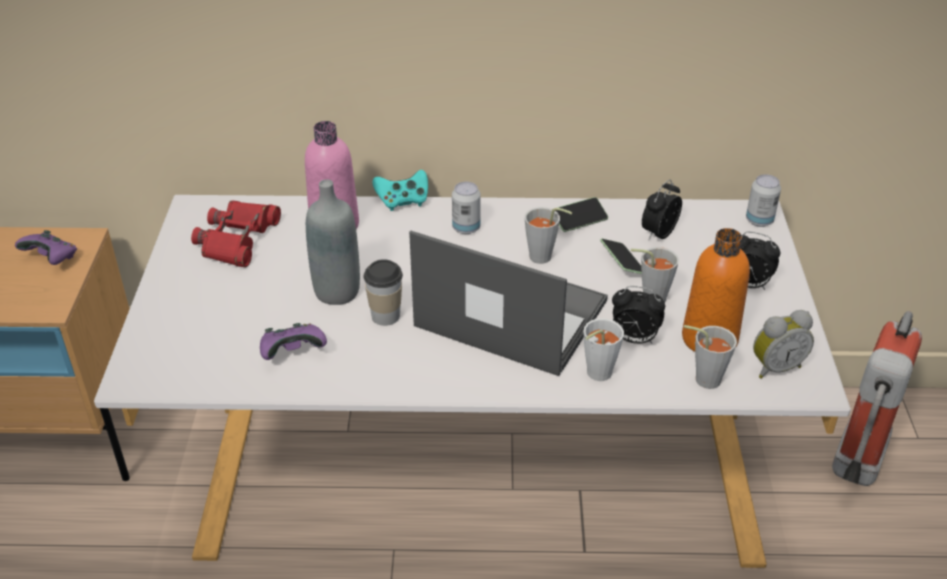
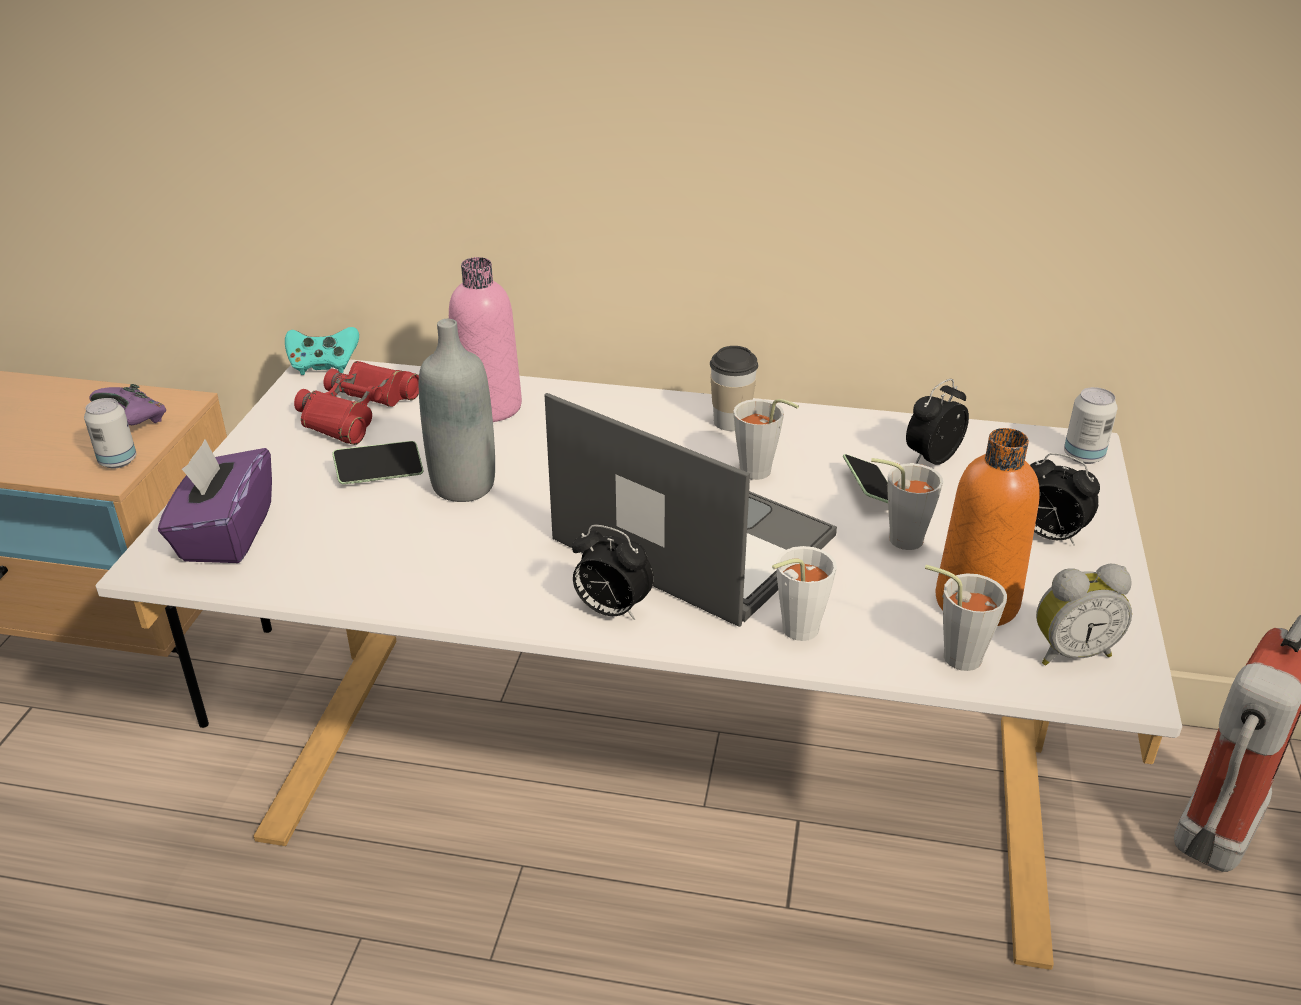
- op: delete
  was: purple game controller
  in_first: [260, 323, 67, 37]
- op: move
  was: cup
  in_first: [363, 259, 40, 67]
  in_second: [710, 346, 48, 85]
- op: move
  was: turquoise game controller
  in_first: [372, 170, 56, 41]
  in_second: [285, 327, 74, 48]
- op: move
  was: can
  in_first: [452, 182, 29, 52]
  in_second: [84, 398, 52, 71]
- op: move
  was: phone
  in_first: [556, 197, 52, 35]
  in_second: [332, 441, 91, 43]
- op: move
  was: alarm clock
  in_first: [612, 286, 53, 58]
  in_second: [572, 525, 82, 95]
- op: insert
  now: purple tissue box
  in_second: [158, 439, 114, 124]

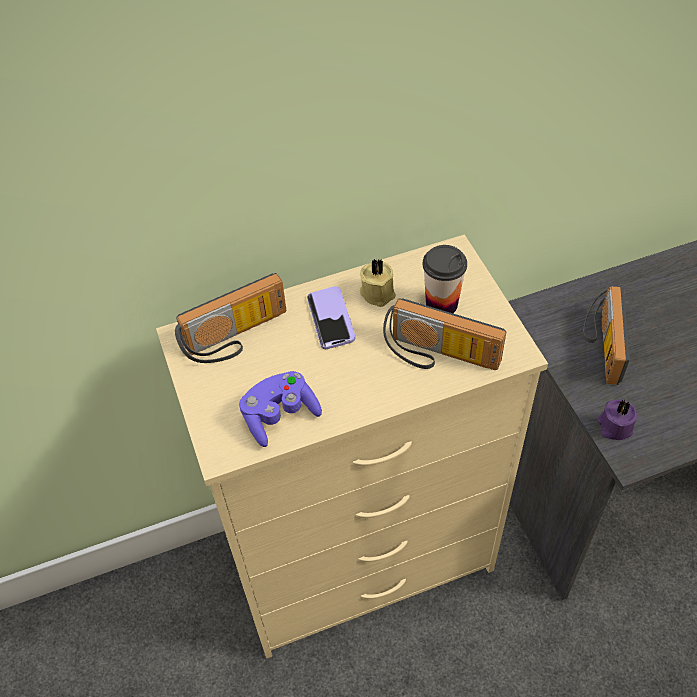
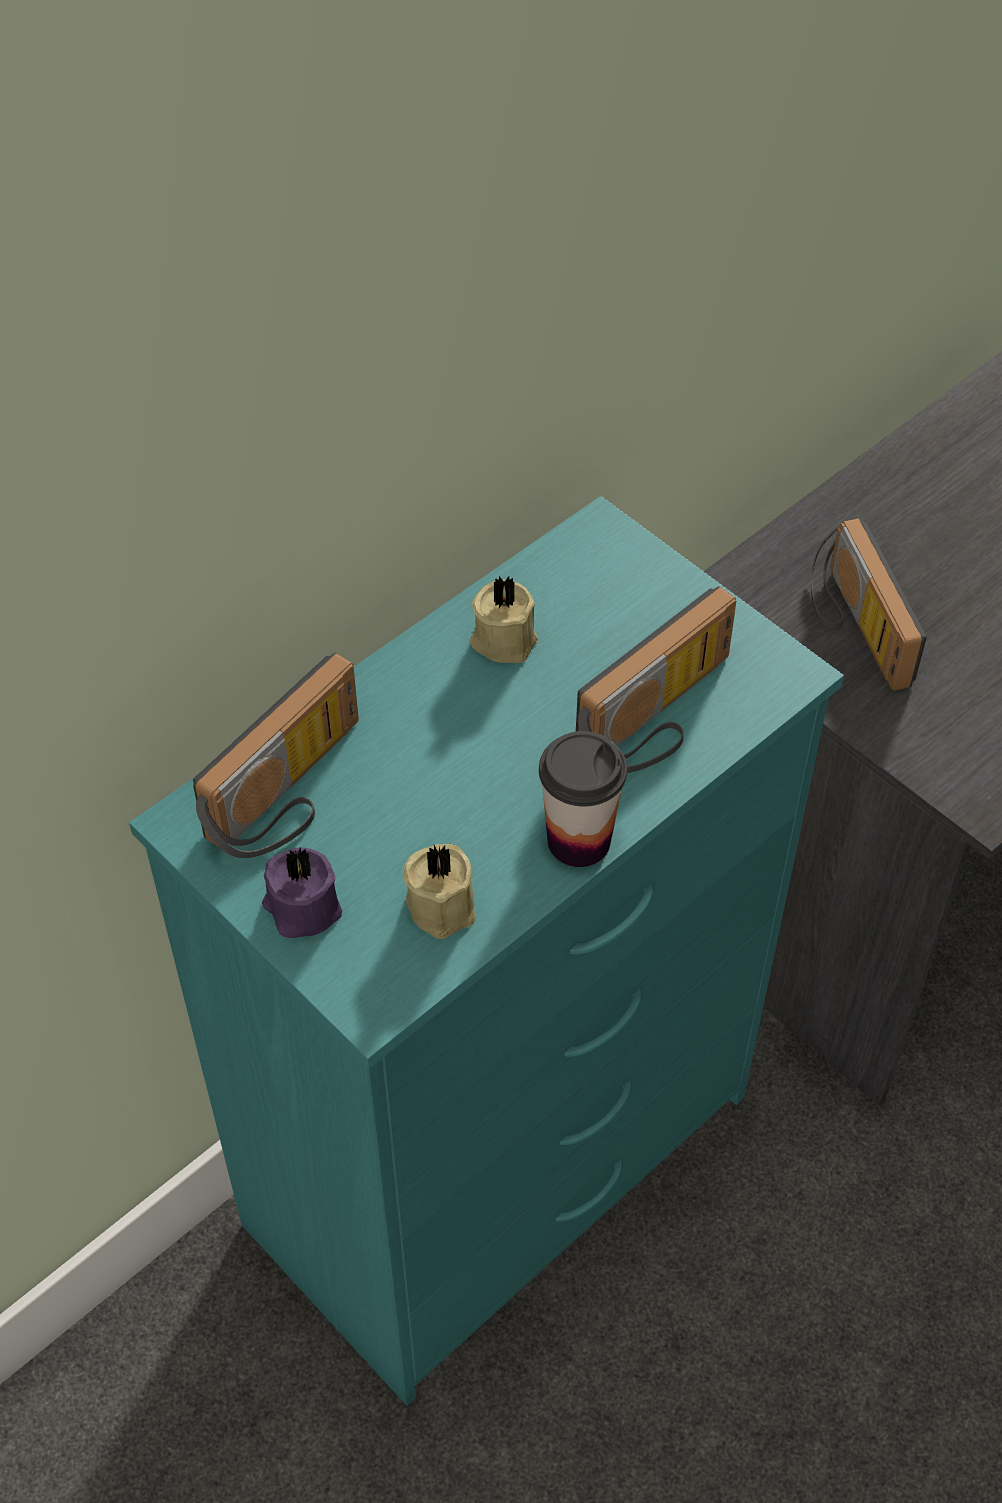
- op: recolor
  was: beige dresser
  now: turquoise dresser
  in_first: [156, 234, 392, 425]
  in_second: [129, 496, 715, 910]
- op: replace
  was: purple game controller
  now: beige candle
  in_first: [239, 371, 83, 76]
  in_second: [403, 844, 73, 95]
- op: delete
  was: phone
  in_first: [307, 286, 49, 63]
- op: rotate
  was: radio
  in_first: [383, 298, 123, 72]
  in_second: [576, 586, 160, 187]
  clockwise: -45
- op: move
  was: cup
  in_first: [423, 245, 44, 68]
  in_second: [539, 731, 88, 136]
- op: move
  was: purple candle
  in_first: [597, 399, 41, 41]
  in_second: [262, 846, 80, 92]

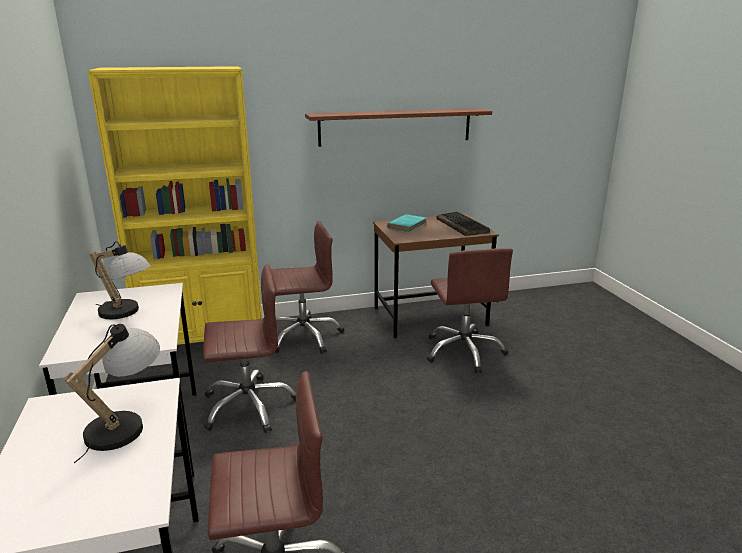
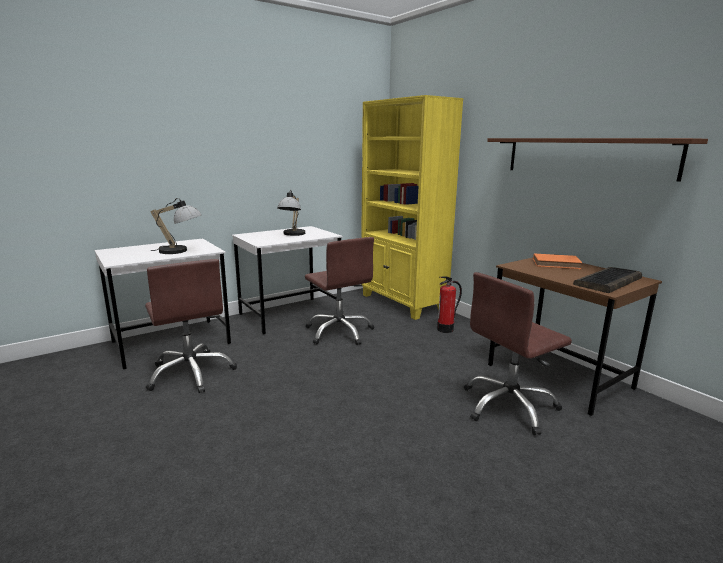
- op: replace
  was: brown office chair
  now: fire extinguisher
  in_first: [270, 221, 74, 133]
  in_second: [437, 276, 25, 57]
- op: recolor
  was: turquoise book
  now: orange book
  in_first: [387, 214, 40, 19]
  in_second: [533, 253, 49, 16]

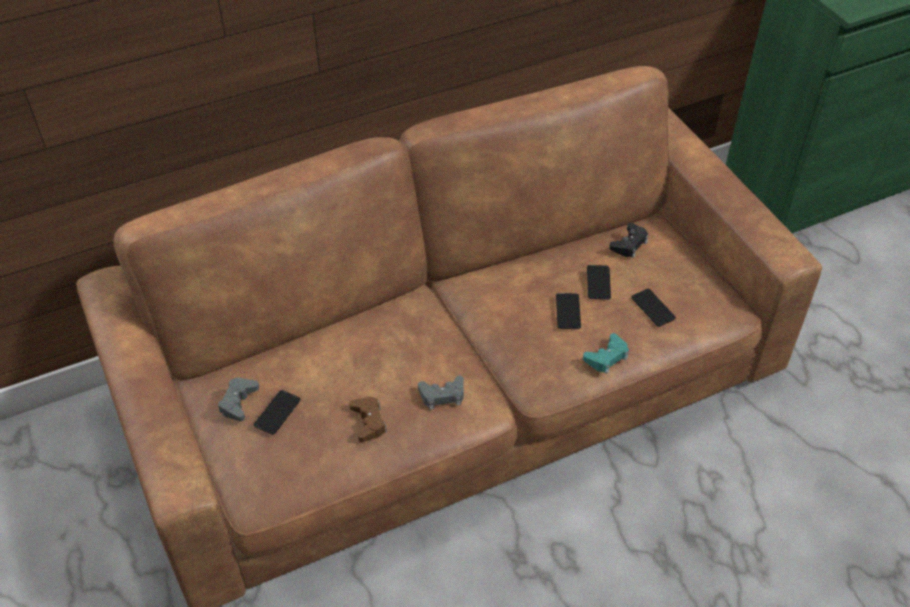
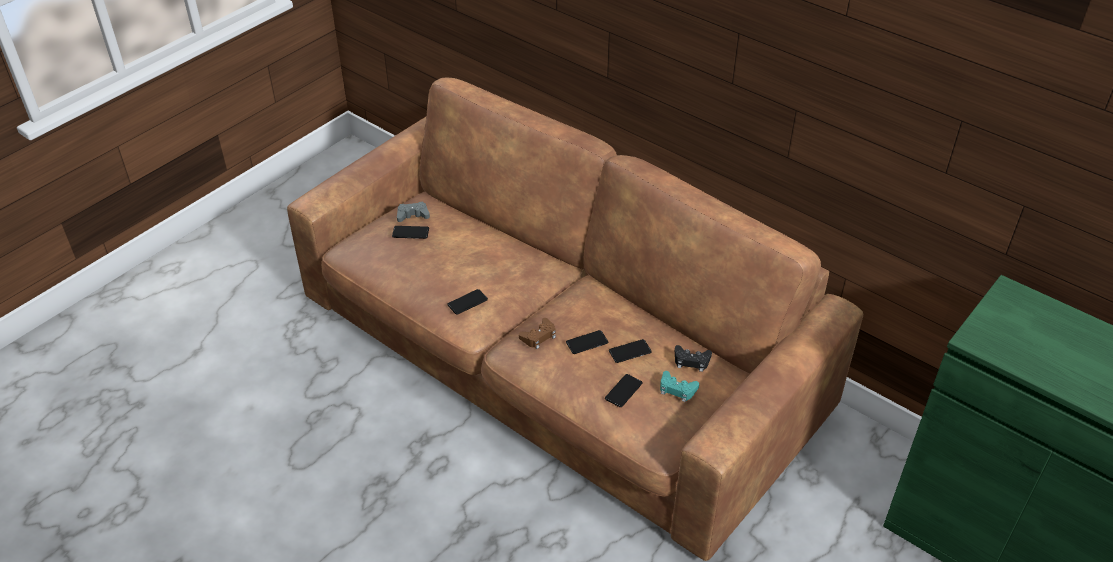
- op: move
  was: brown game controller
  in_first: [349, 397, 38, 45]
  in_second: [519, 318, 37, 31]
- op: replace
  was: grey game controller
  now: phone
  in_first: [418, 376, 46, 34]
  in_second: [447, 289, 41, 26]
- op: move
  was: turquoise game controller
  in_first: [583, 333, 46, 41]
  in_second: [660, 371, 39, 31]

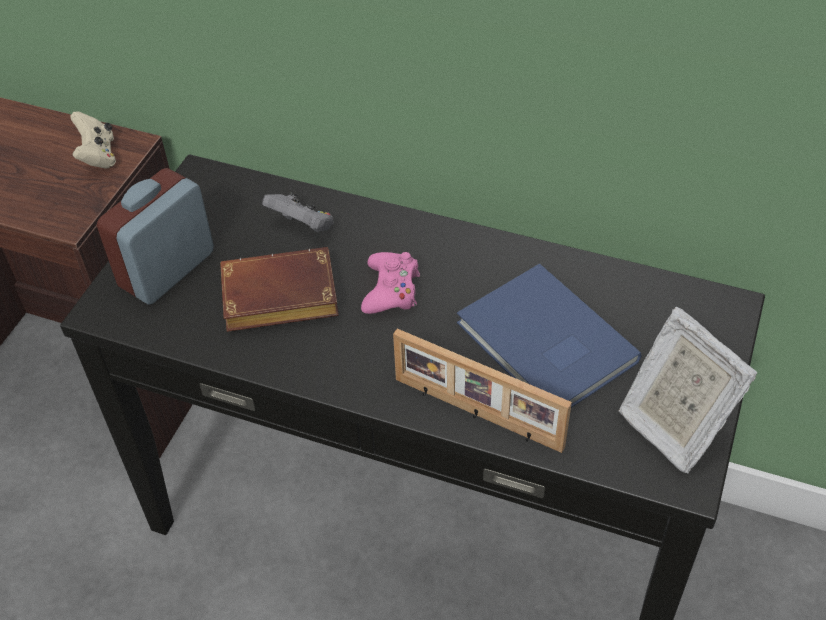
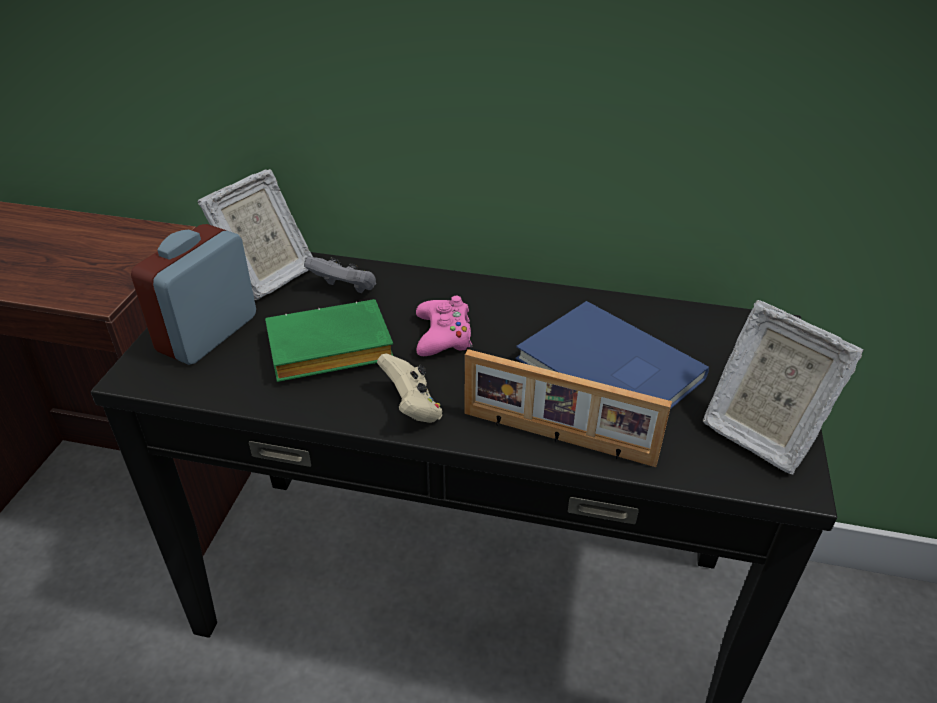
- op: move
  was: beige game controller
  in_first: [70, 111, 46, 58]
  in_second: [377, 353, 65, 70]
- op: recolor
  was: brown book
  now: green book
  in_first: [220, 247, 119, 85]
  in_second: [265, 299, 128, 83]
- op: insert
  now: picture frame
  in_second: [198, 169, 115, 131]

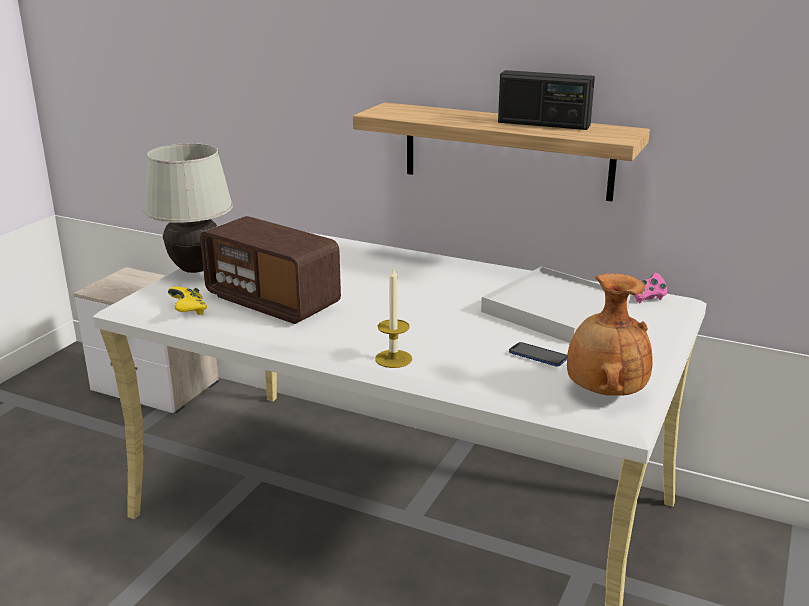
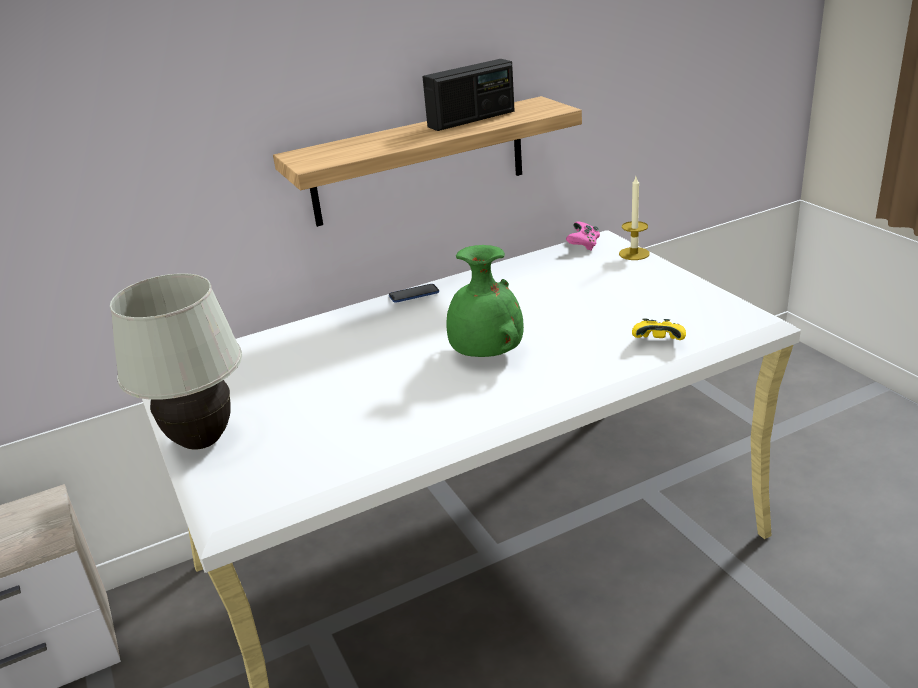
- op: move
  was: yellow game controller
  in_first: [168, 287, 39, 28]
  in_second: [632, 318, 54, 22]
- op: delete
  was: radio
  in_first: [200, 216, 141, 108]
- op: move
  was: candle
  in_first: [375, 268, 37, 100]
  in_second: [619, 177, 31, 83]
- op: delete
  was: white tray
  in_first: [481, 266, 149, 77]
- op: move
  was: phone
  in_first: [509, 342, 58, 24]
  in_second: [389, 284, 50, 19]
- op: delete
  was: brown vase
  in_first: [567, 273, 86, 123]
- op: insert
  now: green vase
  in_second: [446, 245, 78, 112]

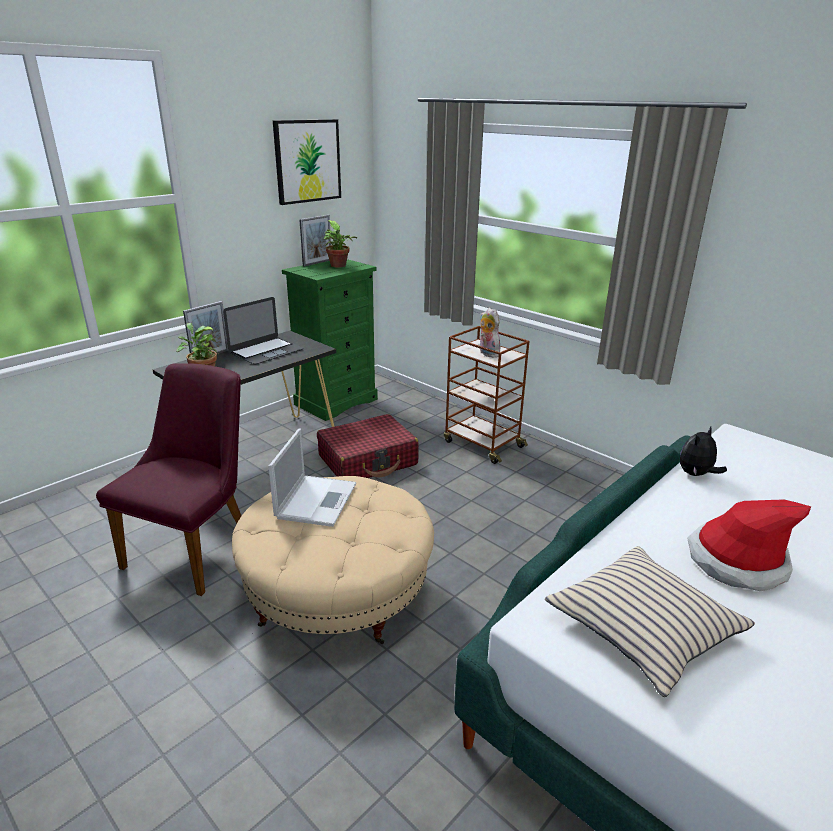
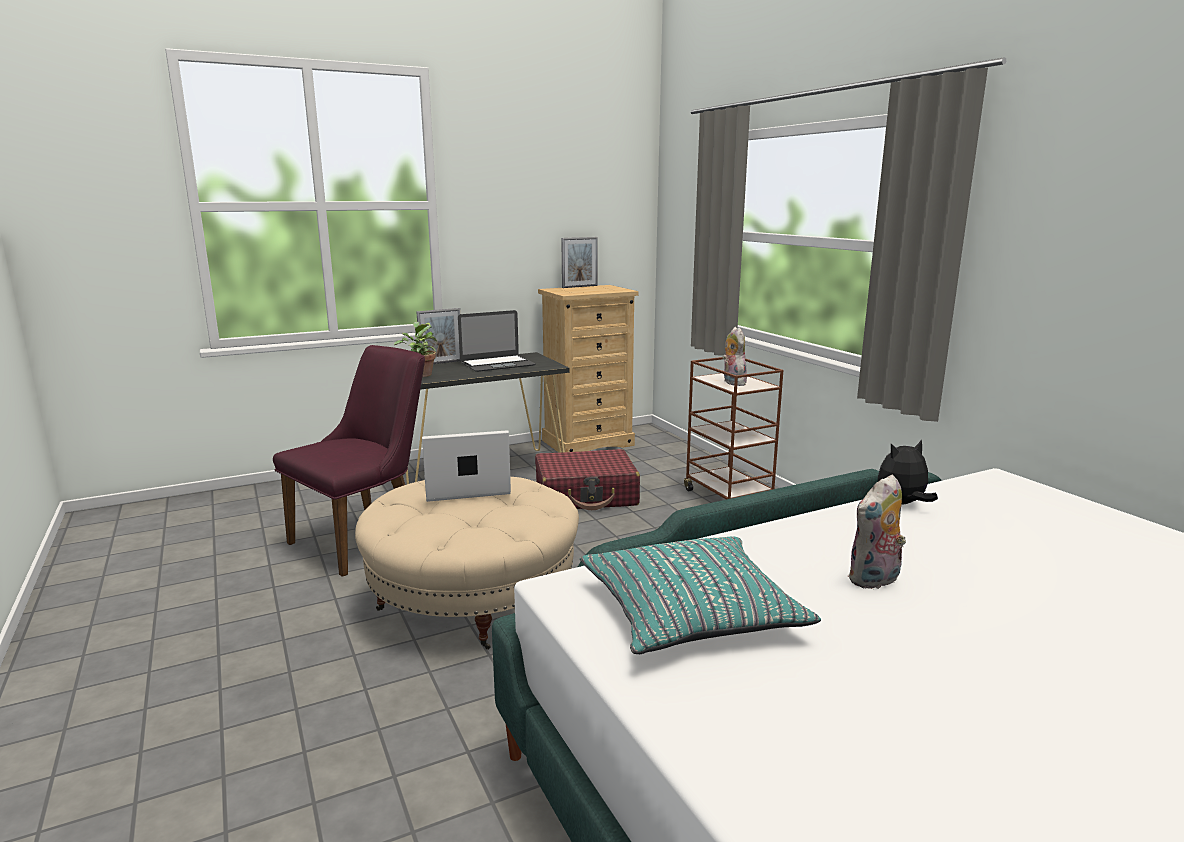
- op: rotate
  was: laptop
  in_first: [268, 428, 88, 99]
  in_second: [422, 430, 89, 72]
  clockwise: -135
- op: delete
  was: picture
  in_first: [273, 119, 68, 86]
- op: recolor
  was: green dresser
  now: beige dresser
  in_first: [282, 259, 96, 162]
  in_second: [538, 285, 101, 168]
- op: delete
  was: potted plant
  in_first: [324, 220, 33, 48]
- op: recolor
  was: beige pillow
  now: turquoise pillow
  in_first: [545, 546, 210, 151]
  in_second: [580, 537, 241, 117]
- op: replace
  was: hat
  now: plush toy
  in_first: [687, 499, 124, 92]
  in_second: [848, 475, 58, 115]

